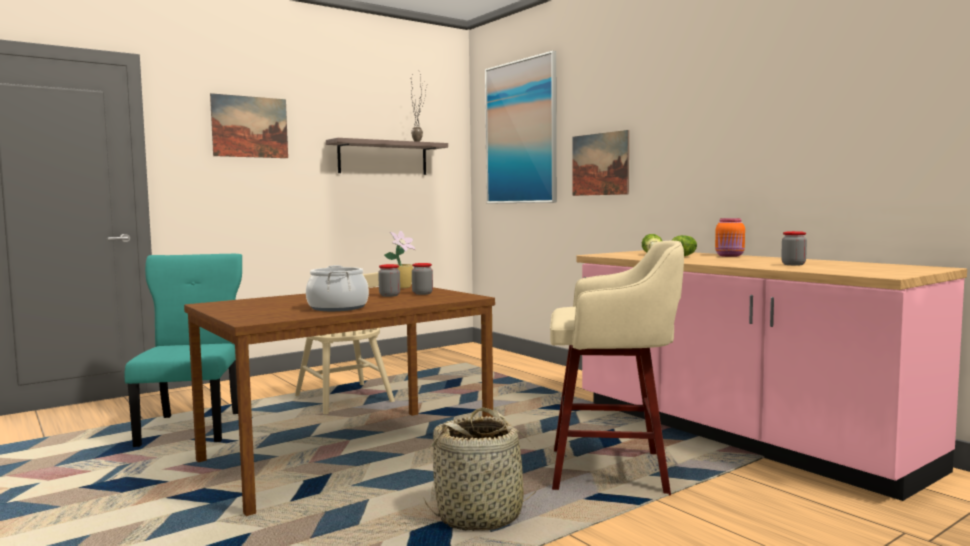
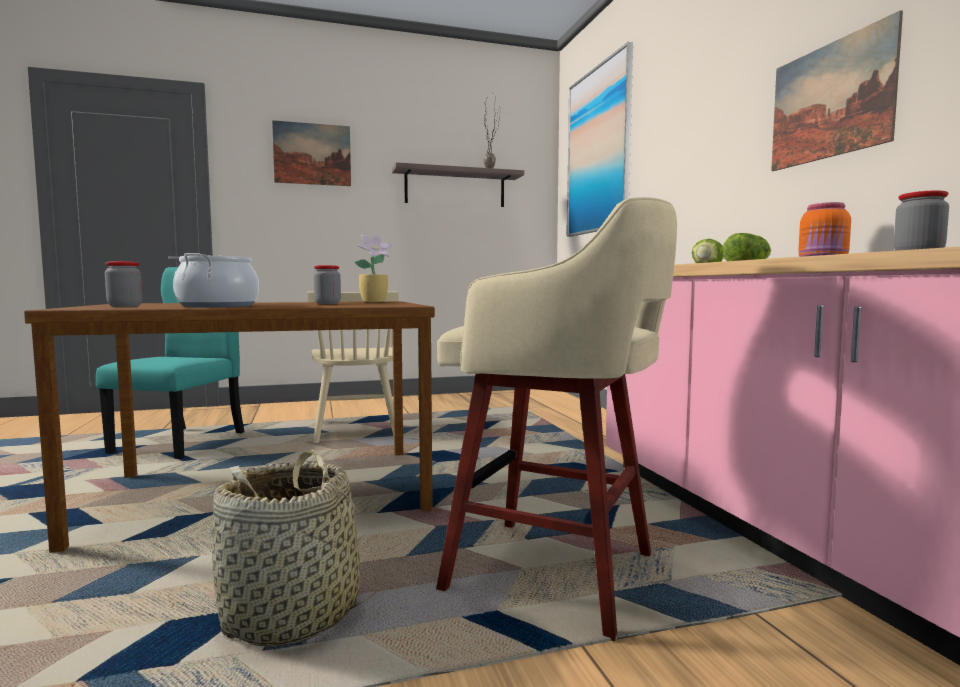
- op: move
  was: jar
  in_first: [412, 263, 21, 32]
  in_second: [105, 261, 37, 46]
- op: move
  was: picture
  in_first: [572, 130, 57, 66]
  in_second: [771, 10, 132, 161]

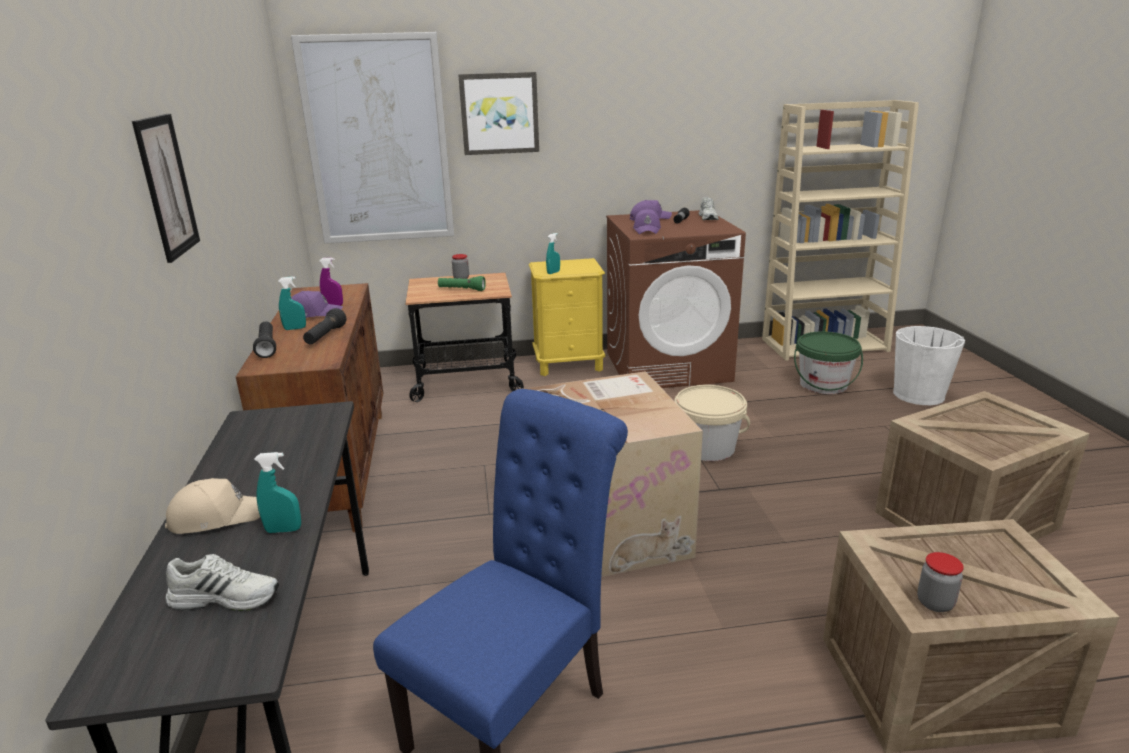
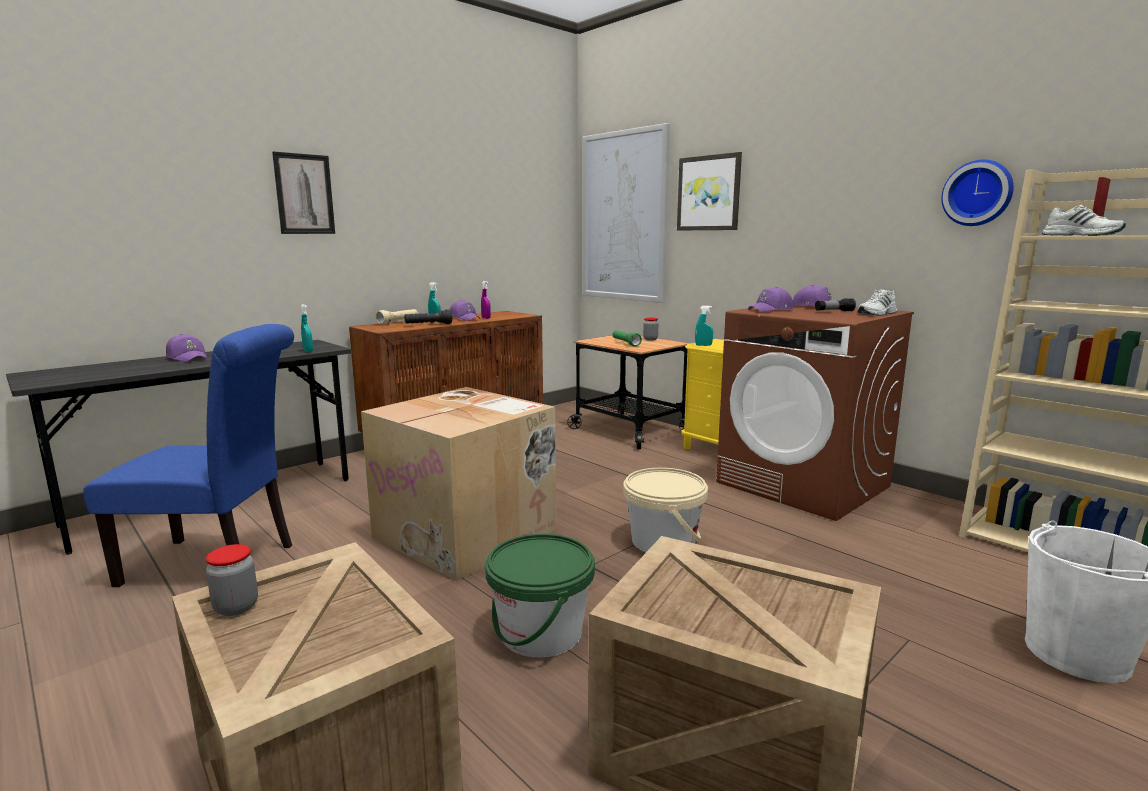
- op: recolor
  was: beige cap
  now: purple cap
  in_first: [165, 478, 95, 56]
  in_second: [166, 334, 41, 28]
- op: move
  was: white shoe
  in_first: [165, 554, 114, 57]
  in_second: [1042, 205, 84, 30]
- op: recolor
  was: black flashlight
  now: beige flashlight
  in_first: [253, 321, 23, 37]
  in_second: [376, 309, 42, 16]
- op: move
  was: turquoise spray bottle
  in_first: [254, 452, 47, 81]
  in_second: [301, 305, 12, 47]
- op: move
  was: green bucket
  in_first: [794, 331, 69, 63]
  in_second: [485, 534, 110, 123]
- op: insert
  now: wall clock
  in_second: [941, 160, 73, 66]

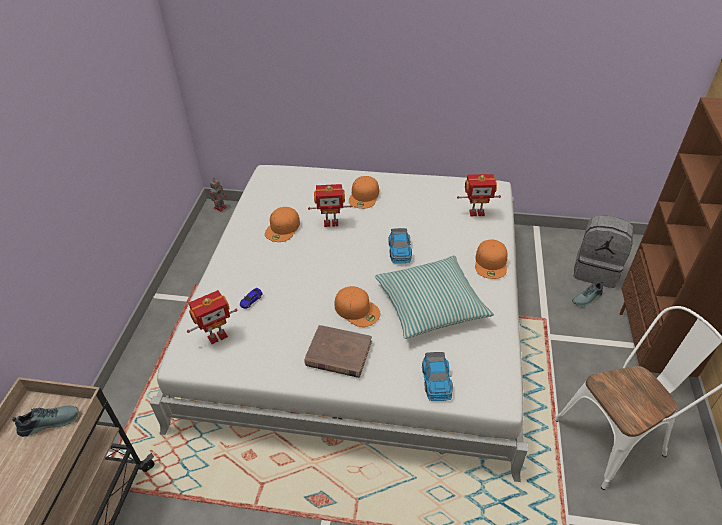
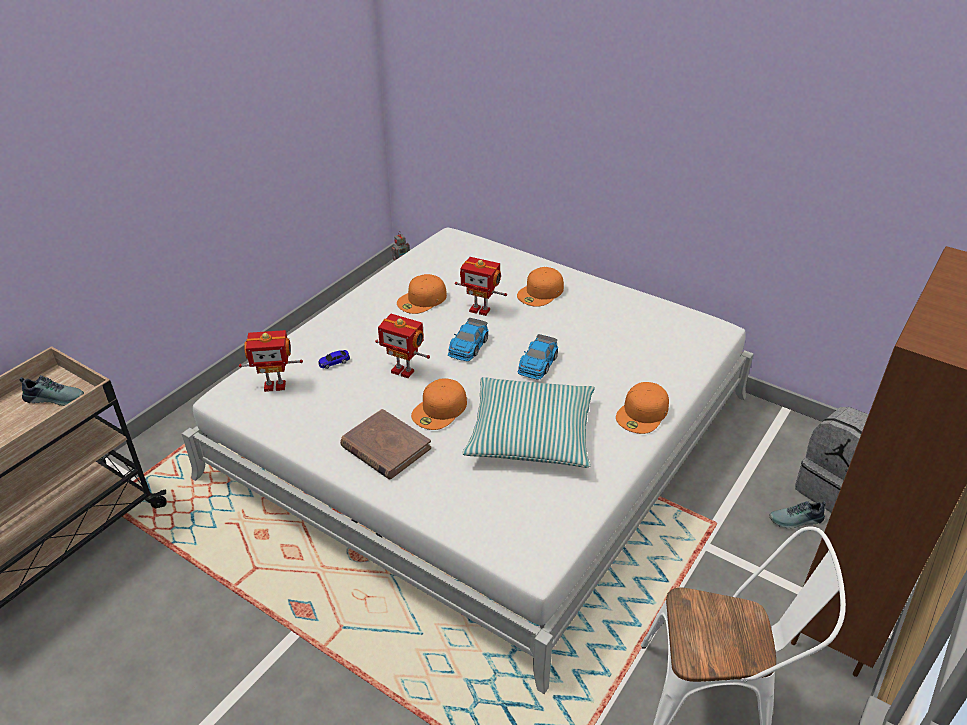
- op: rotate
  was: orange cap
  in_first: [334, 286, 46, 41]
  in_second: [411, 378, 56, 52]
  clockwise: 60
- op: move
  was: toy car
  in_first: [422, 352, 31, 49]
  in_second: [448, 318, 41, 43]
- op: move
  was: toy robot
  in_first: [457, 174, 44, 42]
  in_second: [375, 314, 55, 64]

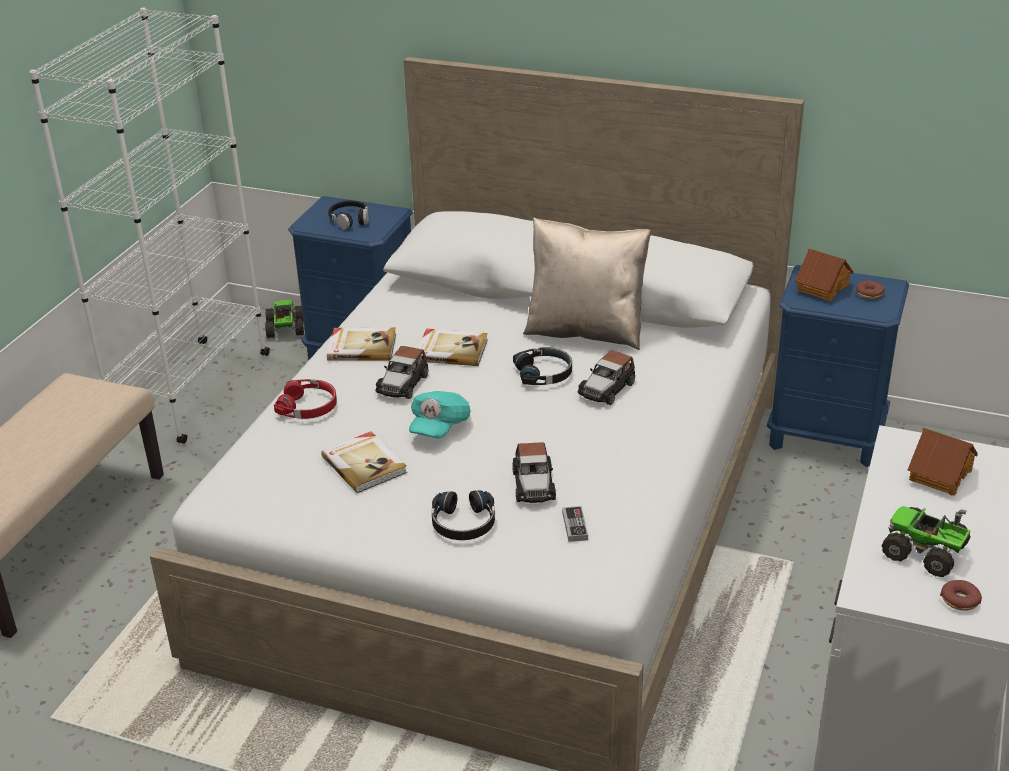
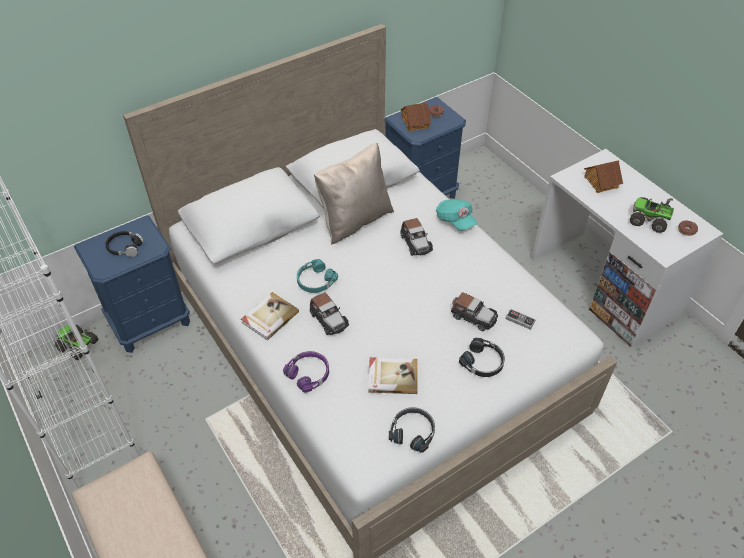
- op: recolor
  was: red headphones
  now: purple headphones
  in_first: [274, 379, 63, 40]
  in_second: [283, 351, 46, 42]
- op: move
  was: turquoise cap
  in_first: [409, 391, 61, 47]
  in_second: [436, 200, 41, 31]
- op: replace
  was: book
  now: turquoise headphones
  in_first: [418, 329, 70, 37]
  in_second: [297, 259, 41, 34]
- op: move
  was: black headphones
  in_first: [513, 347, 59, 38]
  in_second: [389, 407, 46, 46]
- op: rotate
  was: toy truck
  in_first: [881, 506, 90, 71]
  in_second: [630, 197, 44, 36]
  clockwise: 45

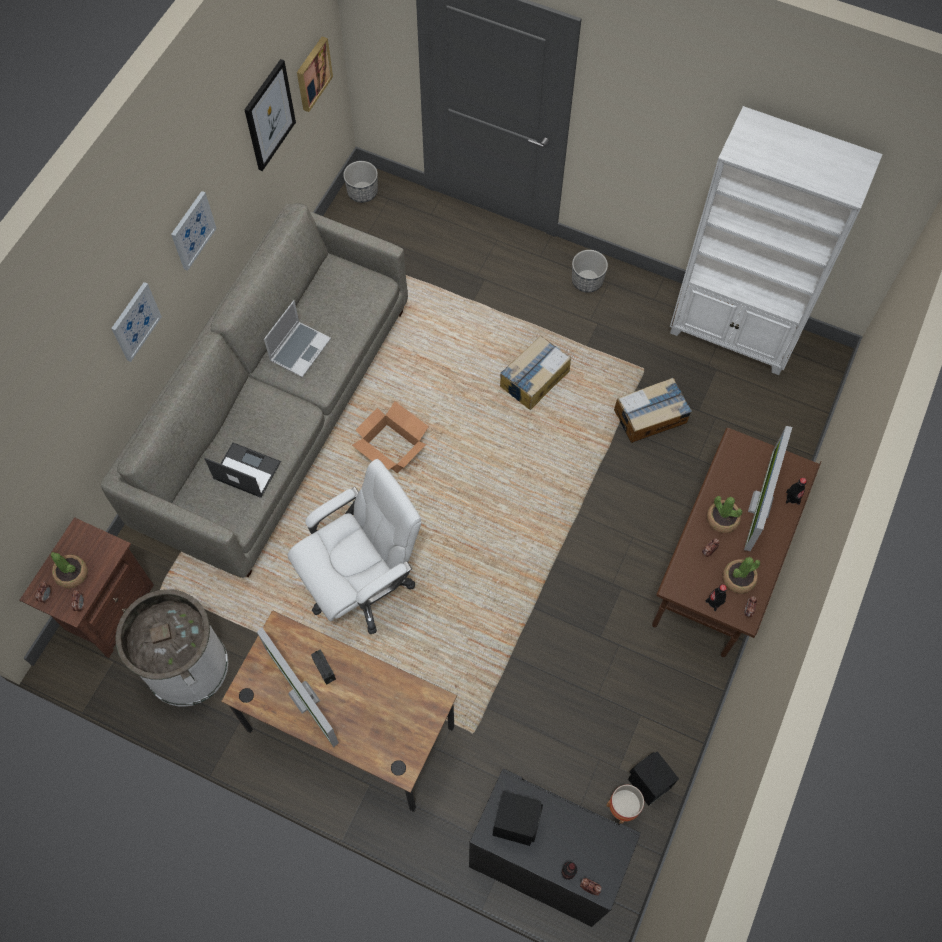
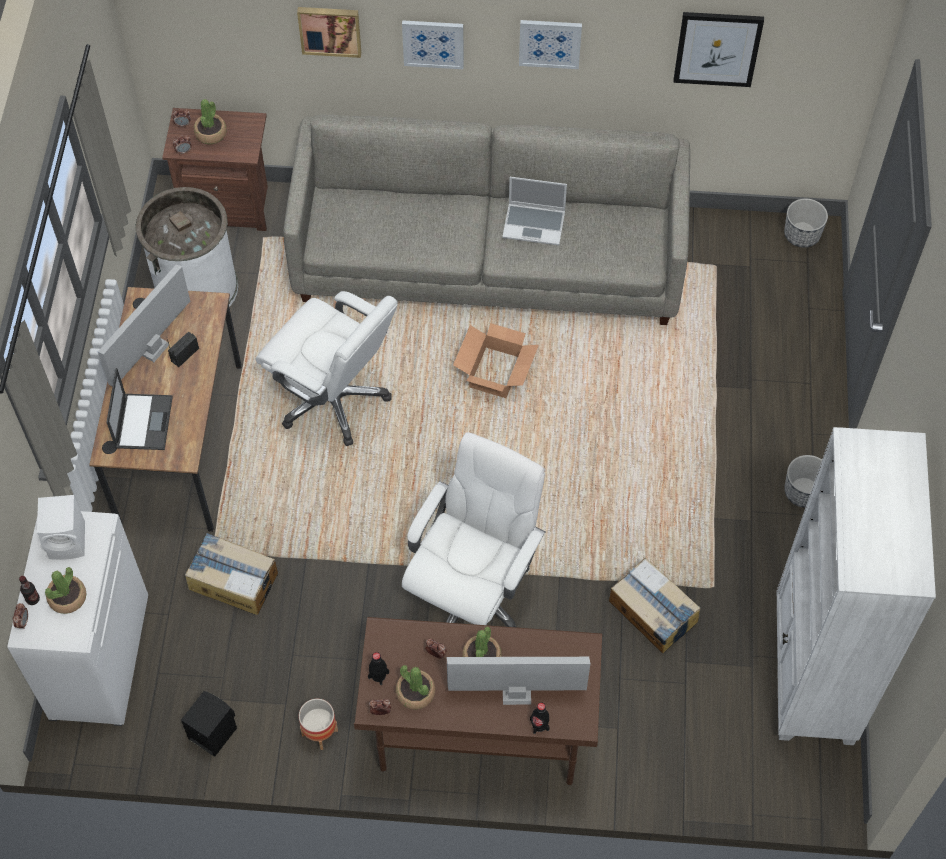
- op: move
  was: laptop
  in_first: [205, 442, 76, 56]
  in_second: [106, 368, 67, 82]
- op: move
  was: picture
  in_first: [297, 36, 36, 76]
  in_second: [297, 7, 64, 51]
- op: recolor
  was: black cabinet
  now: white cabinet
  in_first: [469, 768, 172, 159]
  in_second: [7, 511, 141, 215]
- op: recolor
  was: black speaker
  now: white speaker
  in_first: [492, 791, 51, 55]
  in_second: [37, 495, 48, 65]
- op: move
  was: cardboard box
  in_first: [500, 336, 71, 74]
  in_second: [185, 533, 93, 82]
- op: move
  was: planter
  in_first: [606, 785, 38, 39]
  in_second: [299, 699, 39, 51]
- op: insert
  now: potted plant
  in_second: [45, 567, 41, 47]
- op: insert
  now: white office chair
  in_second: [402, 432, 144, 195]

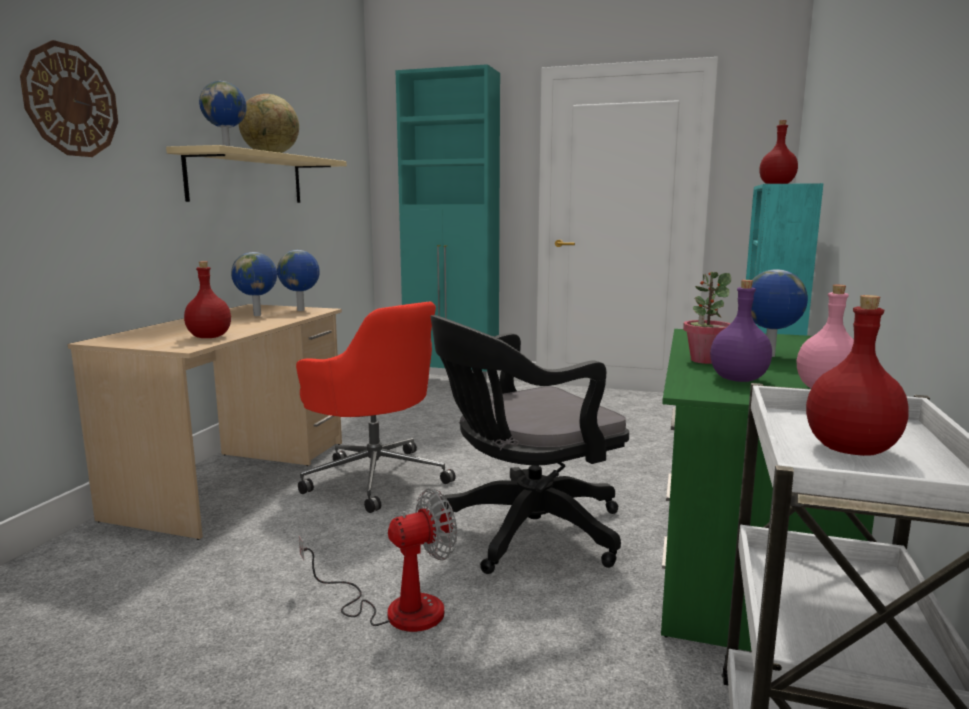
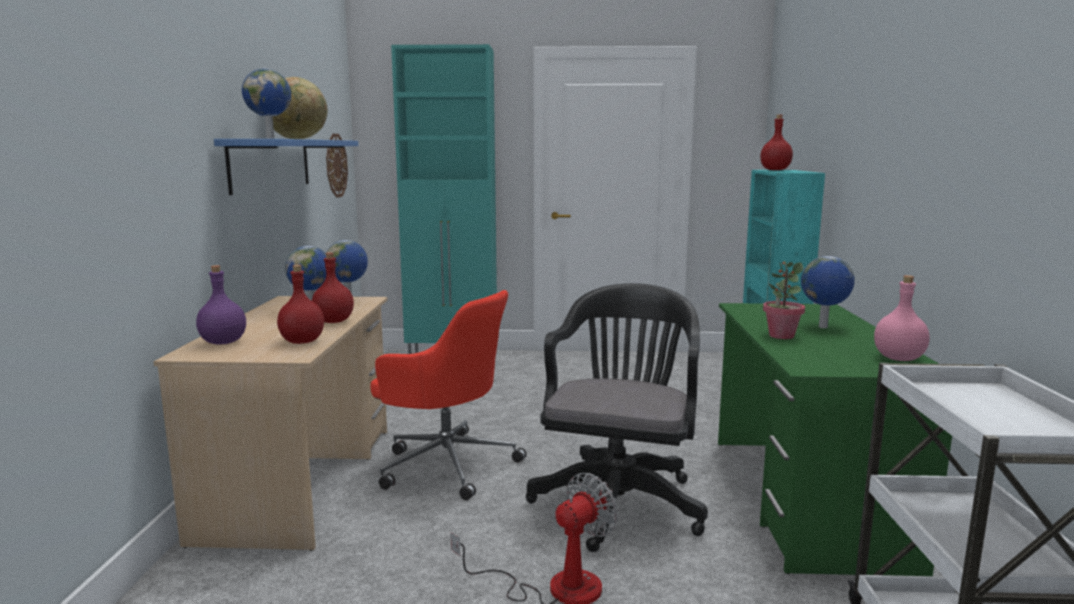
- op: move
  was: wall clock
  in_first: [20, 40, 98, 117]
  in_second: [326, 134, 22, 64]
- op: recolor
  was: beige shelf
  now: blue shelf
  in_first: [166, 145, 181, 58]
  in_second: [214, 139, 144, 56]
- op: rotate
  was: black office chair
  in_first: [431, 315, 198, 259]
  in_second: [526, 283, 182, 269]
  clockwise: 150
- op: move
  was: purple bottle
  in_first: [710, 280, 62, 102]
  in_second: [196, 265, 50, 80]
- op: move
  was: red bottle
  in_first: [806, 295, 102, 161]
  in_second: [312, 252, 42, 71]

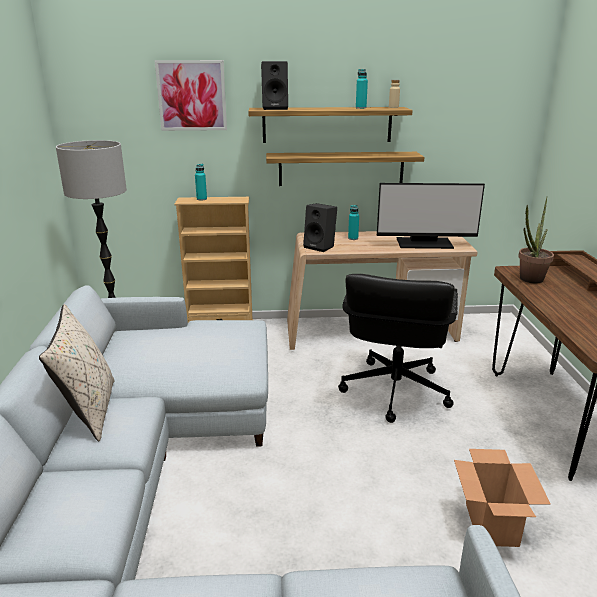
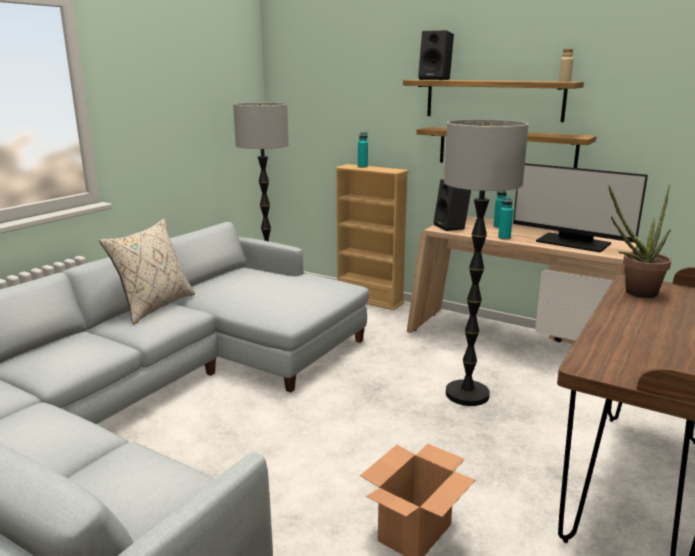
- op: delete
  was: picture
  in_first: [155, 60, 72, 71]
- op: replace
  was: black office chair
  now: floor lamp
  in_first: [338, 274, 120, 149]
  in_second: [444, 119, 85, 287]
- op: move
  was: turquoise bottle
  in_first: [356, 69, 12, 40]
  in_second: [498, 197, 15, 43]

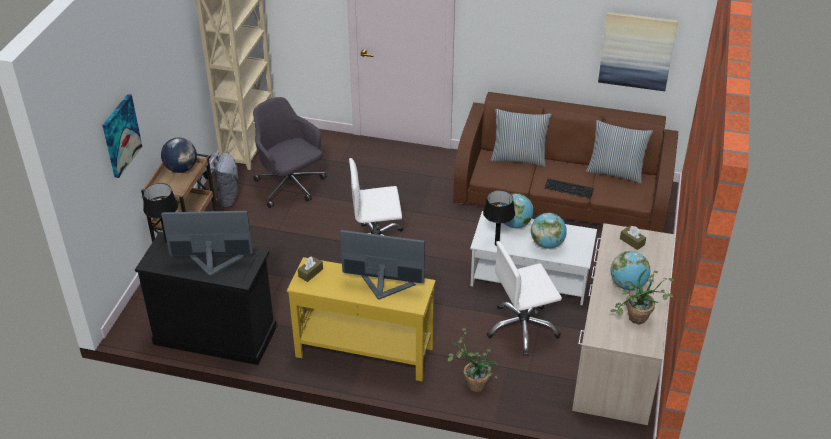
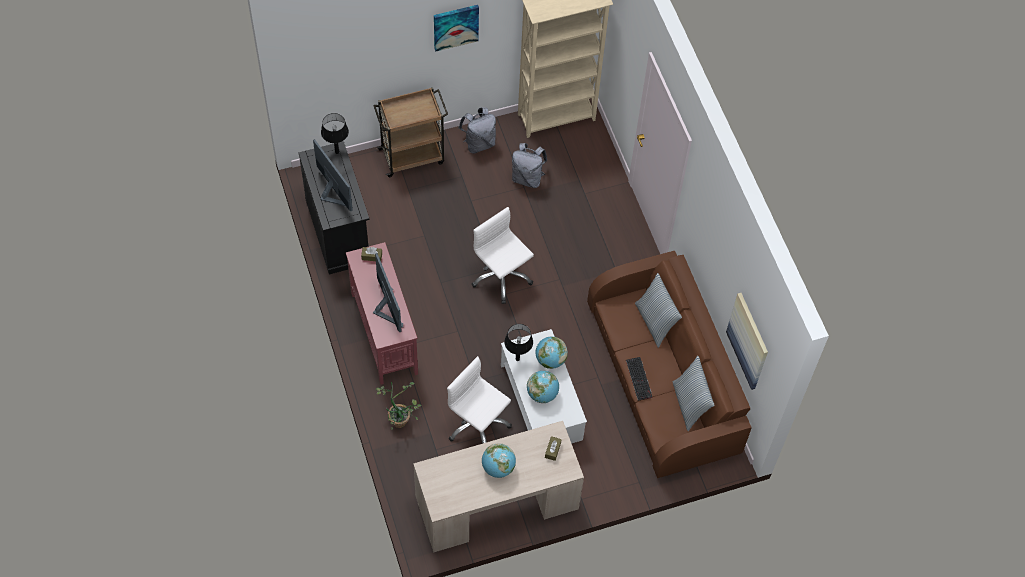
- op: move
  was: picture
  in_first: [102, 94, 40, 84]
  in_second: [434, 5, 45, 47]
- op: delete
  was: globe
  in_first: [161, 138, 36, 35]
- op: replace
  was: grey office chair
  now: grey backpack
  in_first: [253, 97, 74, 111]
  in_second: [512, 143, 35, 45]
- op: recolor
  was: yellow console table
  now: red console table
  in_first: [287, 257, 149, 124]
  in_second: [346, 242, 72, 143]
- op: delete
  was: potted plant
  in_first: [611, 269, 63, 55]

